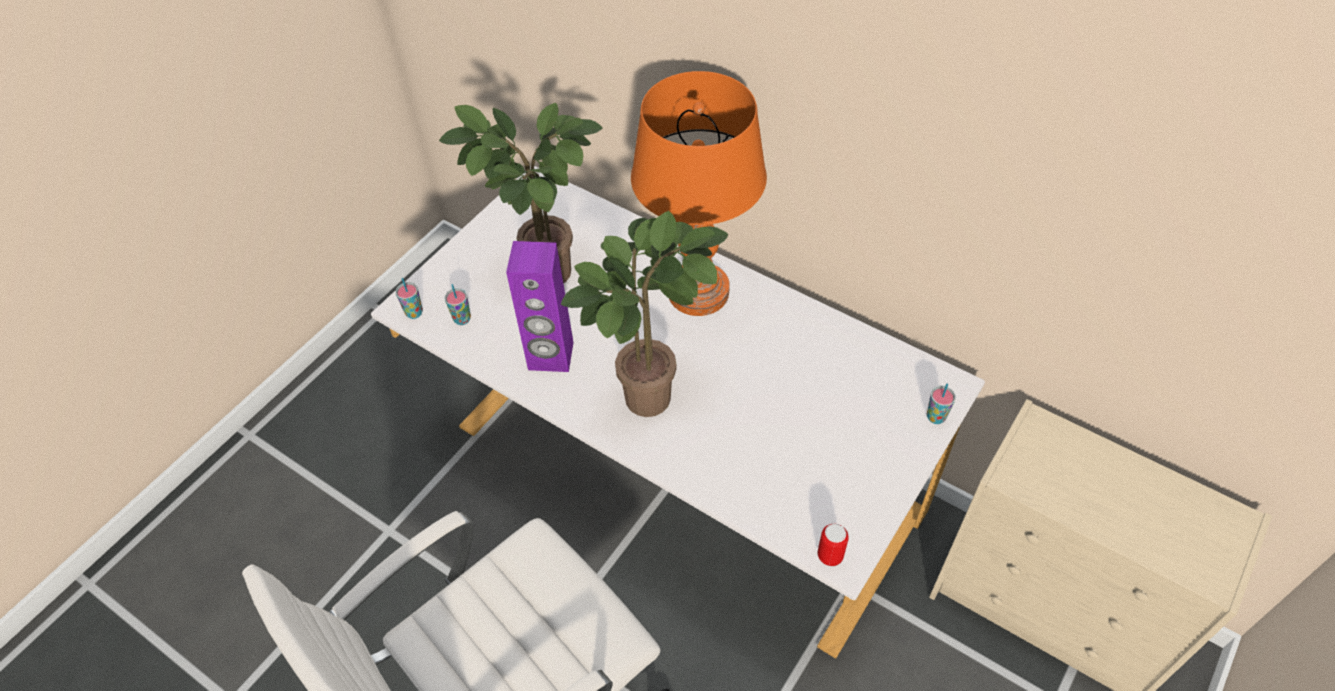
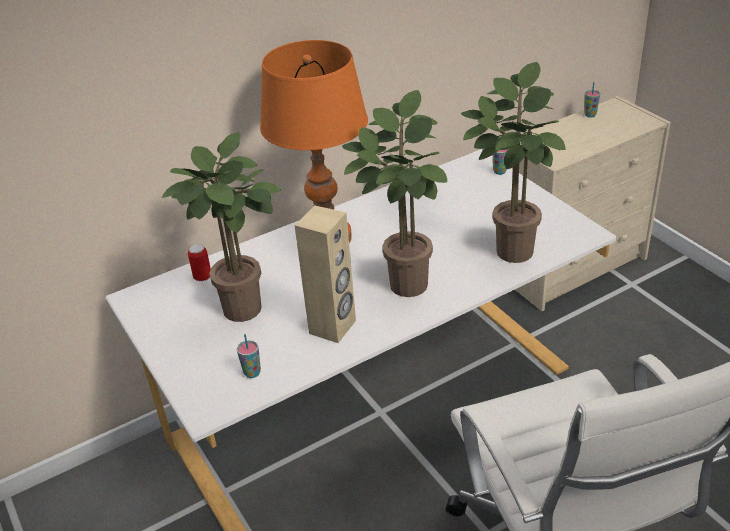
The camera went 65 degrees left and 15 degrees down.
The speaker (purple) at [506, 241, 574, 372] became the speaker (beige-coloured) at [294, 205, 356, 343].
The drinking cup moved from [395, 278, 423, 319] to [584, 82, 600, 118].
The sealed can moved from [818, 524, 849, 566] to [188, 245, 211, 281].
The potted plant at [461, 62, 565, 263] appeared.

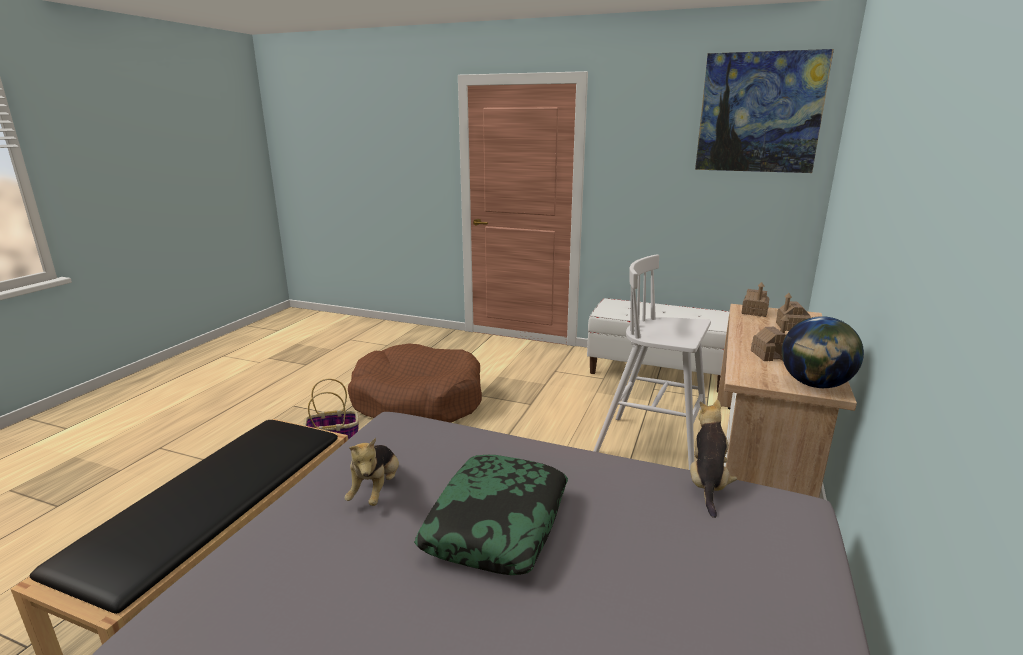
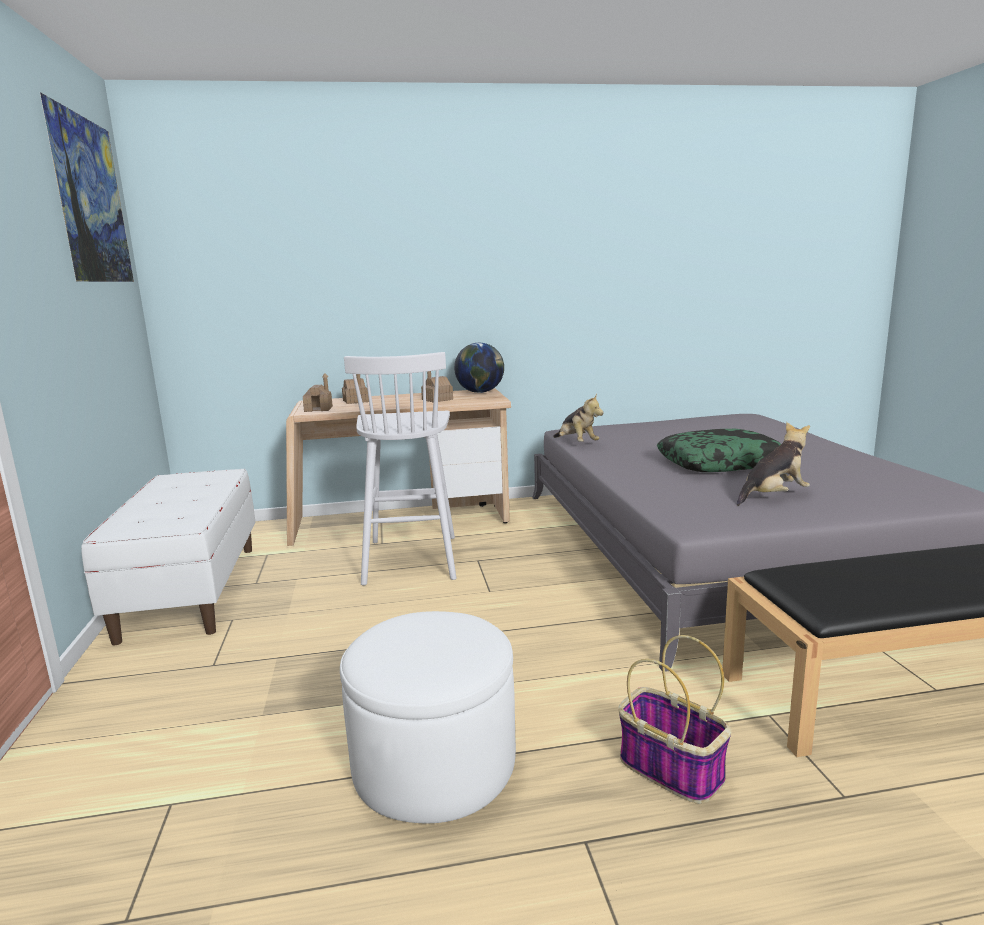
The camera went 120 degrees left and 5 degrees down.
The dog bed (brown-coloured) at [348, 344, 482, 423] was replaced by the ottoman (white-coloured) at [340, 611, 516, 823].
The plush toy at [690, 399, 737, 518] turned 105 degrees counterclockwise.

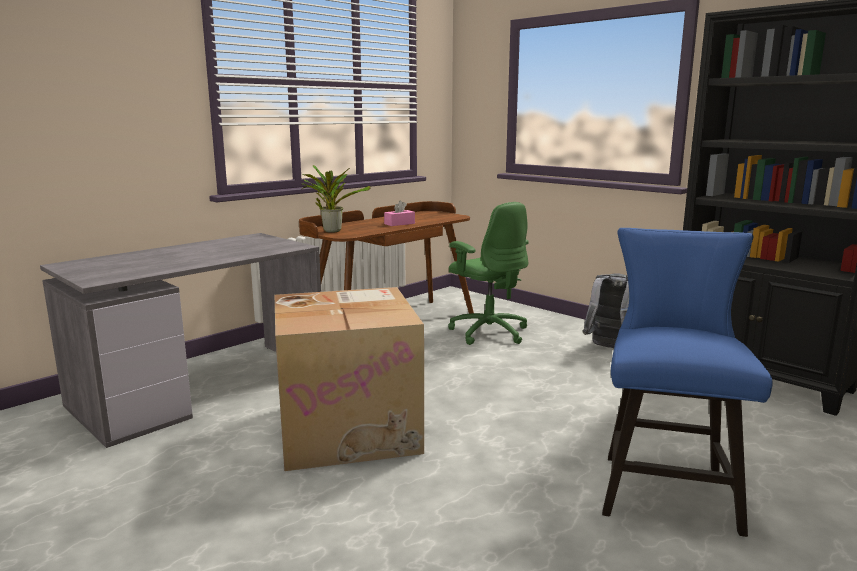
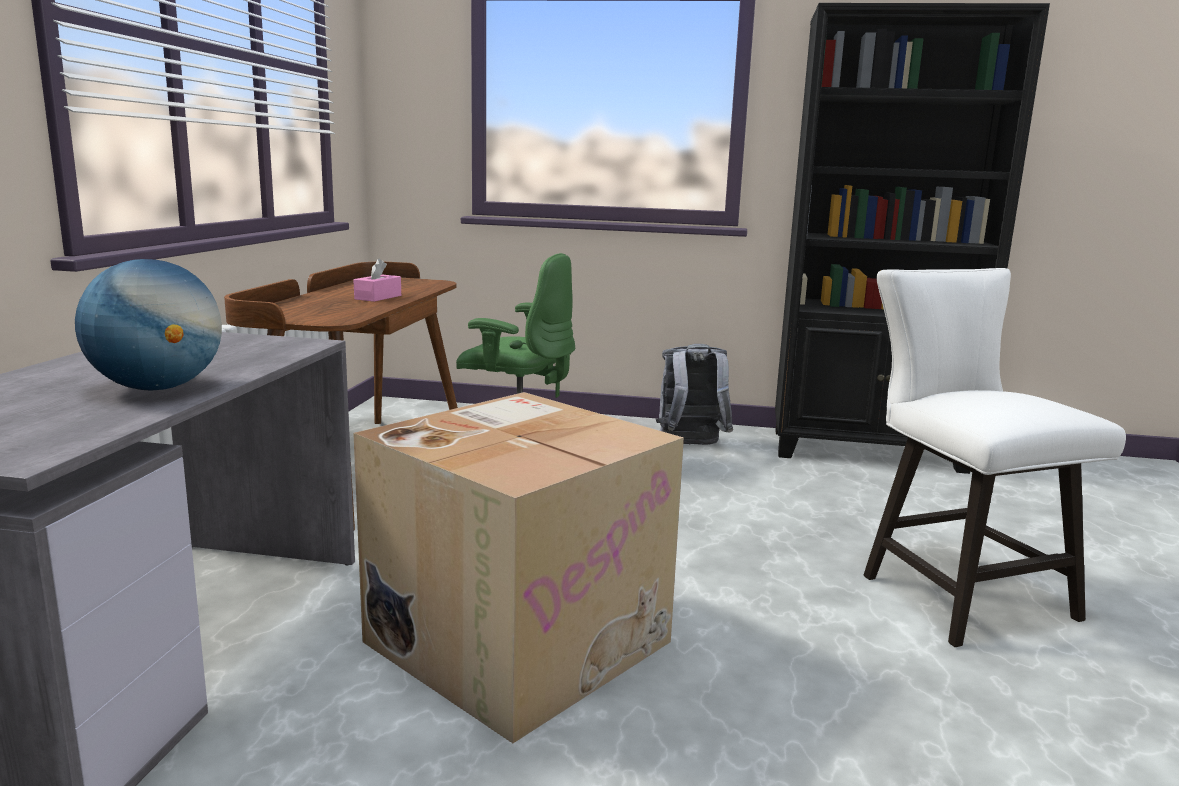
The camera went 35 degrees left and 0 degrees up.
The potted plant at [302, 165, 371, 233] disappeared.
The chair (blue-coloured) at [602, 228, 773, 537] became the chair (white-coloured) at [864, 268, 1126, 647].
The desk globe at [75, 259, 222, 391] appeared.

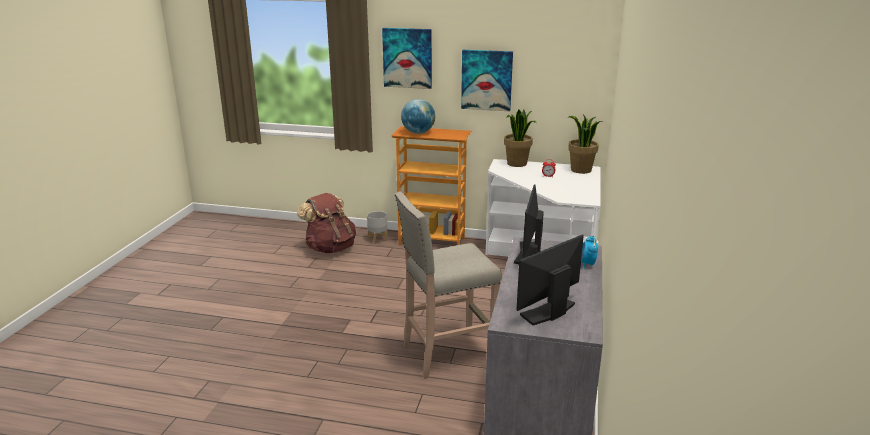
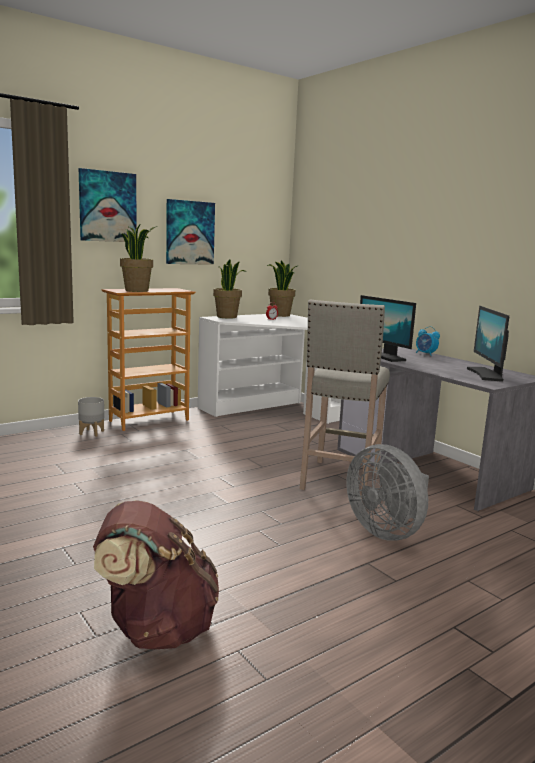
The camera went 50 degrees left and 10 degrees down.
The desk globe at [401, 99, 435, 134] was replaced by the potted plant at [120, 225, 157, 292].
The rucksack (brown-coloured) moved from [297, 193, 356, 253] to [93, 500, 219, 650].
The cooling fan (gray) at [346, 444, 429, 541] appeared.

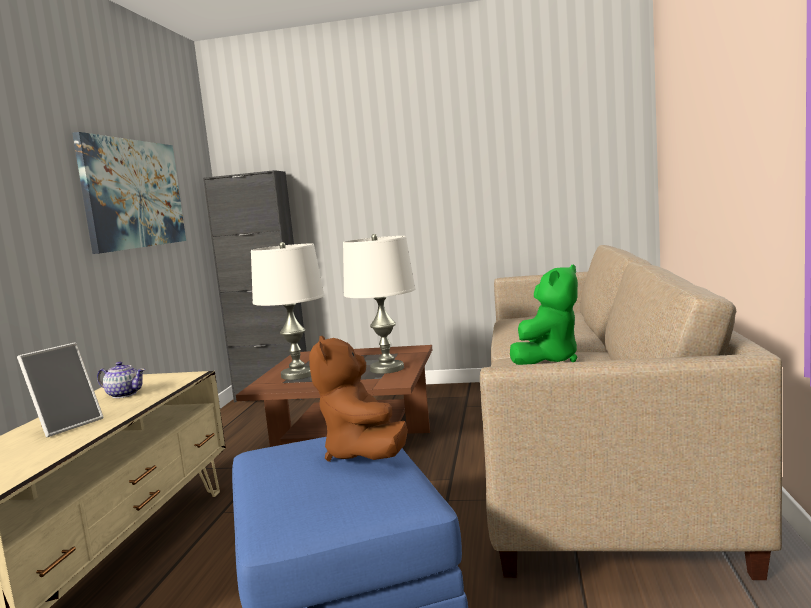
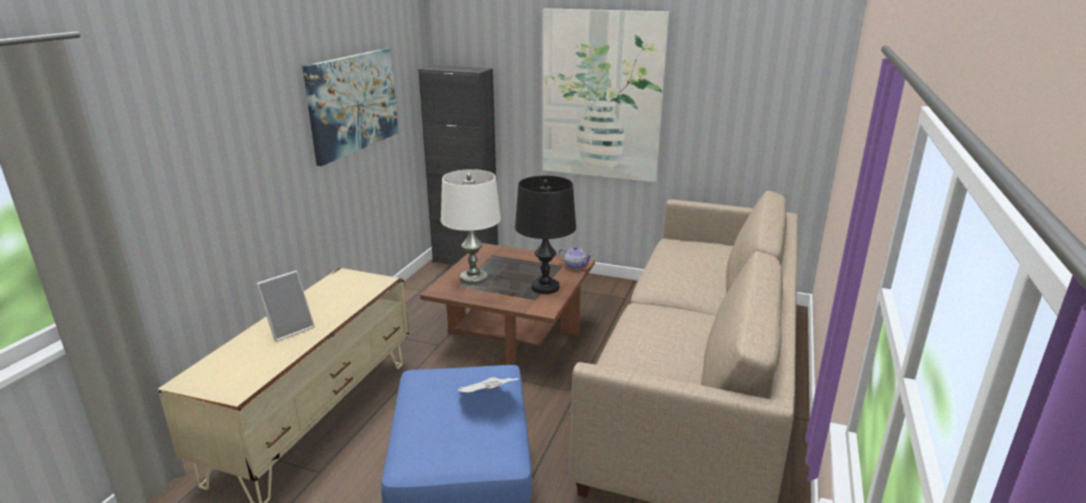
The camera went 10 degrees right and 15 degrees up.
The tabletop lamp (white-coloured) at [343, 234, 415, 374] became the tabletop lamp (black) at [515, 176, 576, 294].
The plush toy (green-coloured) at [510, 265, 578, 365] disappeared.
The plush toy (brown-coloured) at [309, 336, 408, 462] was replaced by the daily paper at [458, 377, 519, 392].
The tea pot moved from [97, 362, 145, 398] to [559, 247, 592, 270].
The wall picture at [543, 8, 670, 182] appeared.

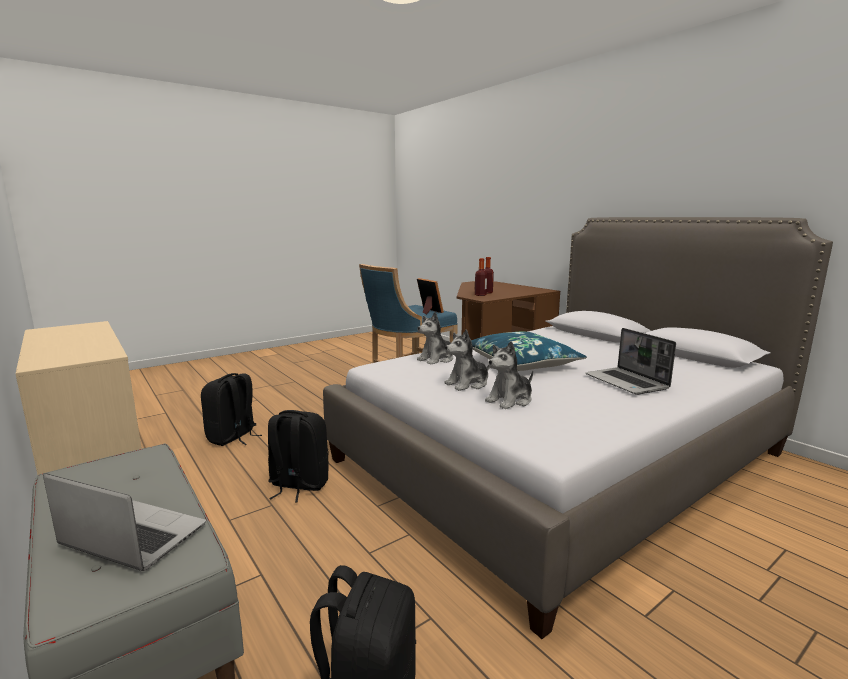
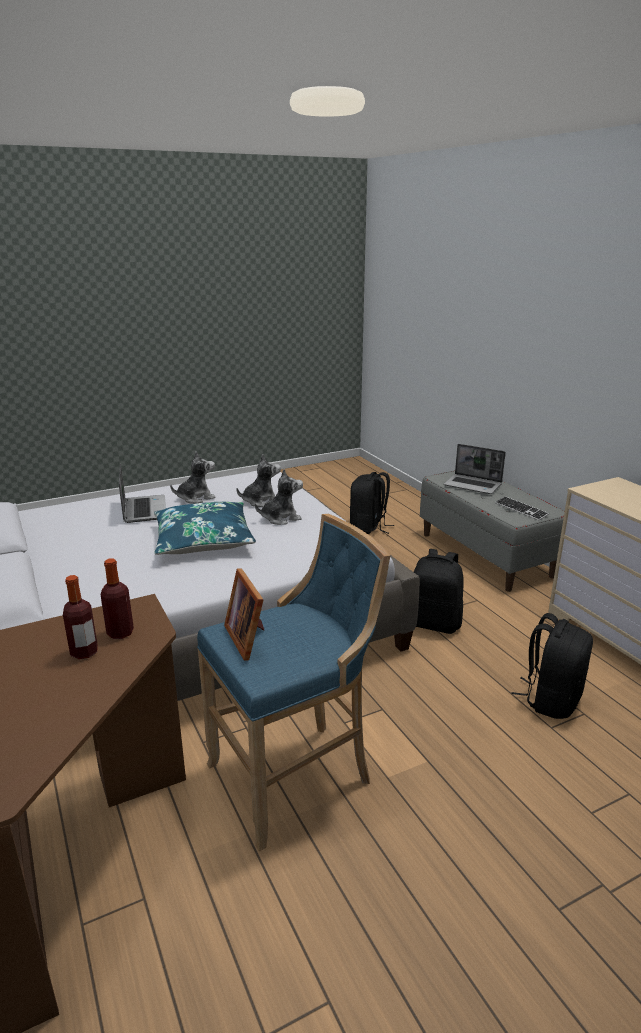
The camera went 170 degrees left and 10 degrees up.
The plush toy moved from [417, 312, 453, 364] to [170, 451, 216, 504].
The PC keyboard at [495, 496, 549, 521] appeared.

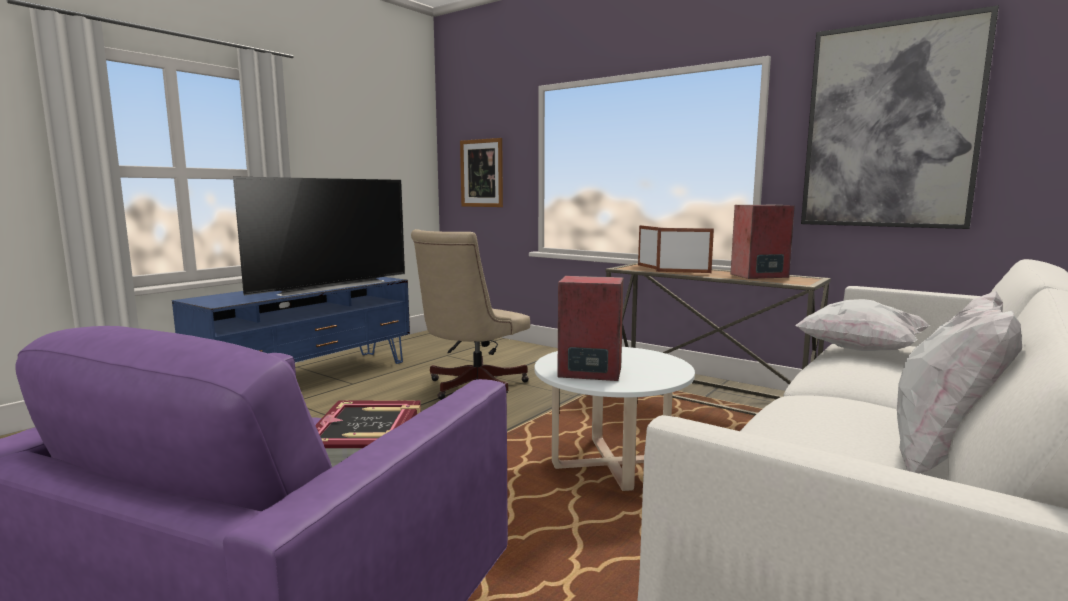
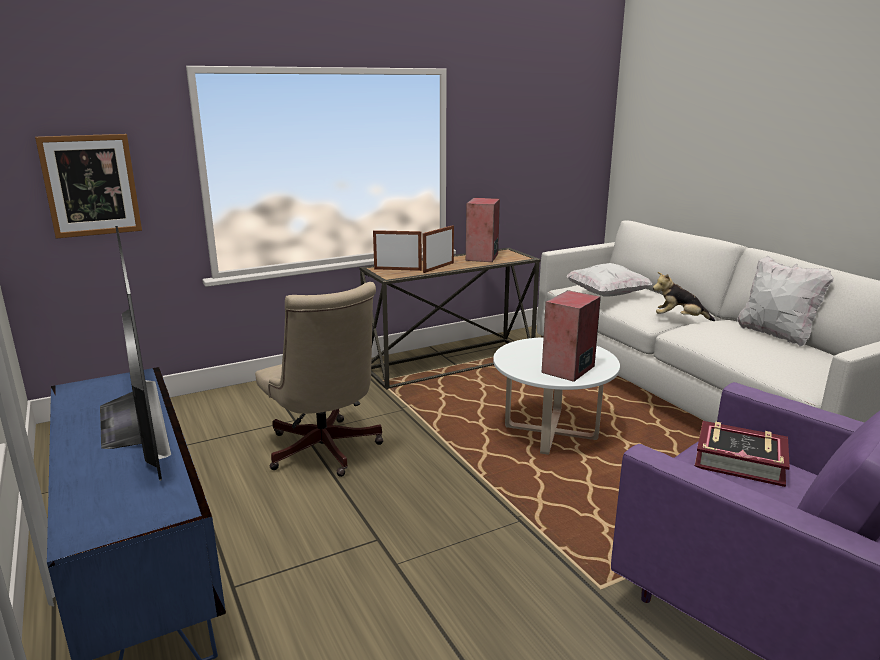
The camera went 65 degrees left and 10 degrees up.
The wall picture at [801, 5, 999, 229] disappeared.
The plush toy at [653, 272, 715, 321] appeared.

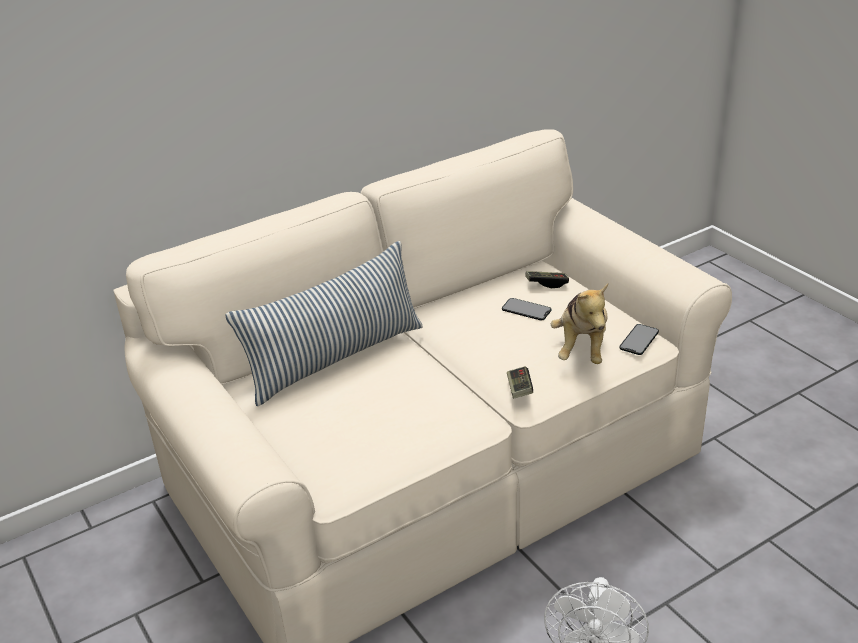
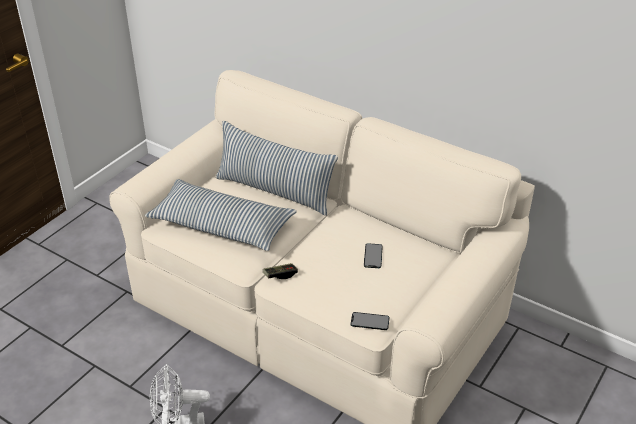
The camera went 65 degrees right and 5 degrees up.
The game controller at [525, 271, 569, 288] disappeared.
The plush toy at [551, 284, 608, 364] disappeared.
The pillow at [145, 179, 297, 251] appeared.

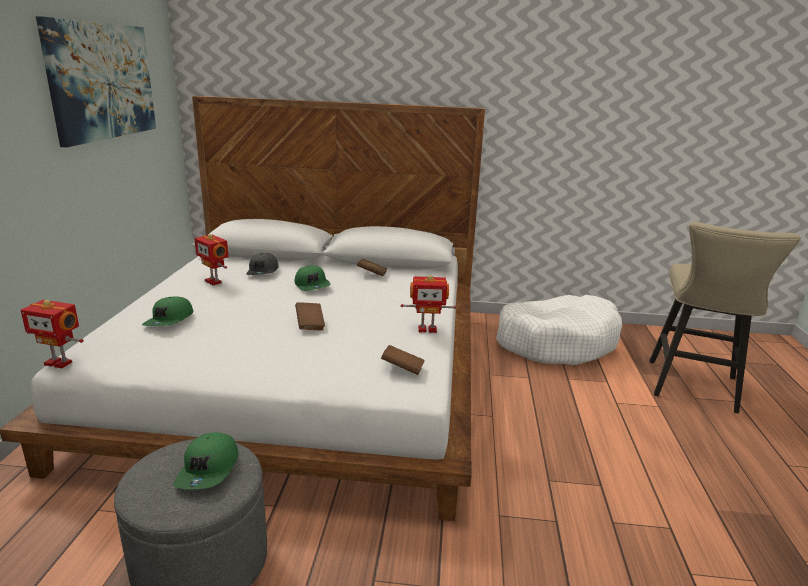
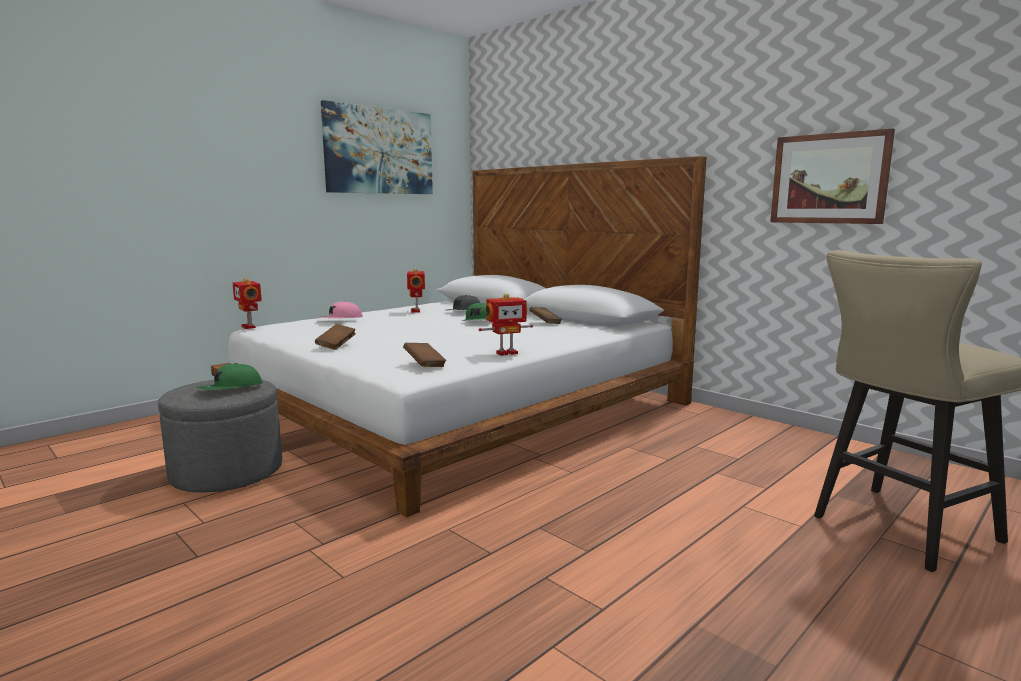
The camera went 40 degrees right and 10 degrees down.
The toy robot at [401, 275, 457, 333] turned 60 degrees counterclockwise.
The dog bed (white-coloured) at [496, 295, 622, 365] disappeared.
The peaked cap (green-coloured) at [142, 296, 193, 326] became the peaked cap (pinkish) at [320, 301, 363, 318].
The volume (brown-coloured) moved from [295, 302, 325, 330] to [315, 324, 355, 350].
The wall picture at [770, 128, 895, 224] appeared.

